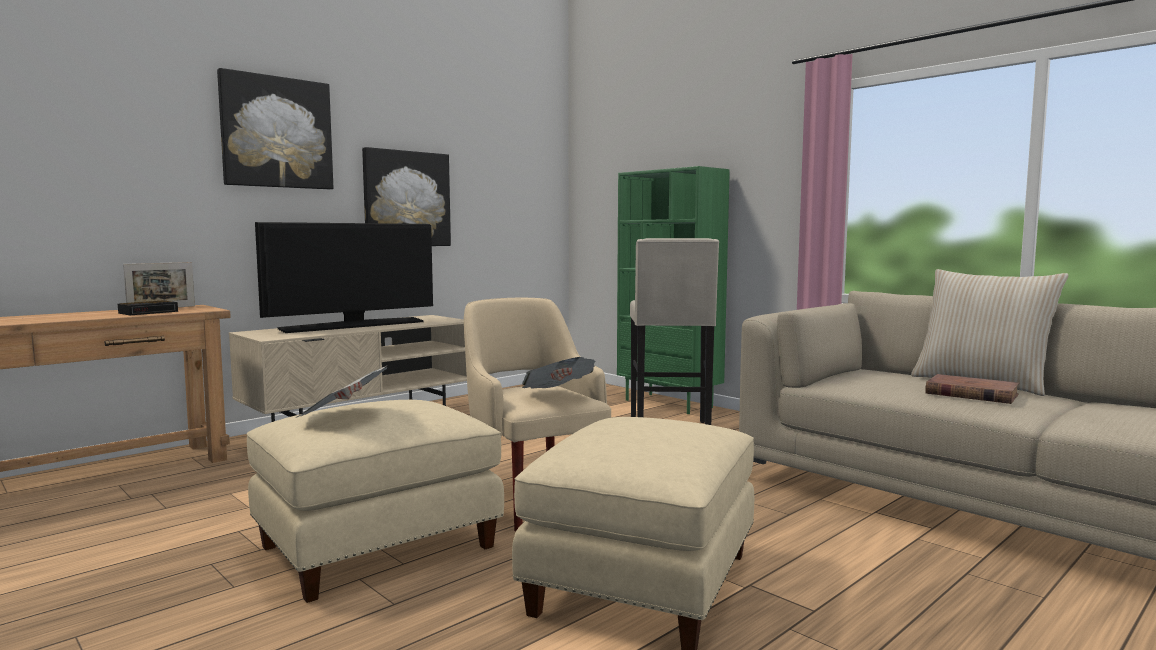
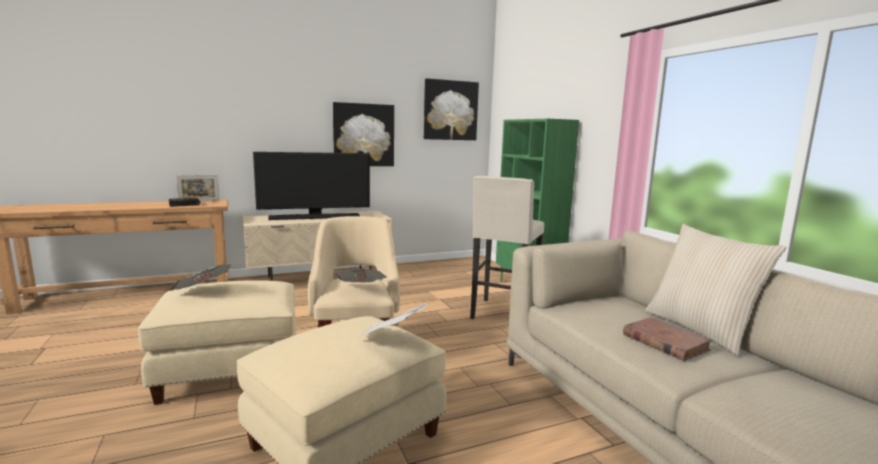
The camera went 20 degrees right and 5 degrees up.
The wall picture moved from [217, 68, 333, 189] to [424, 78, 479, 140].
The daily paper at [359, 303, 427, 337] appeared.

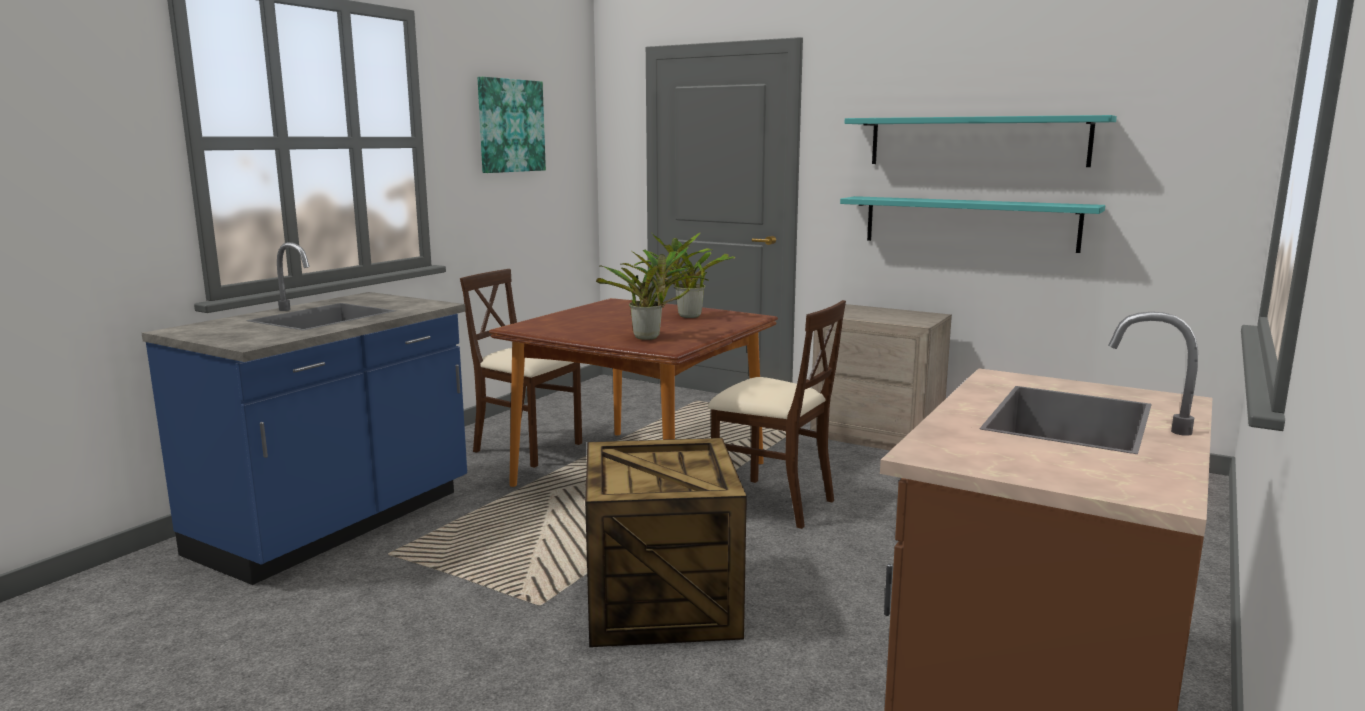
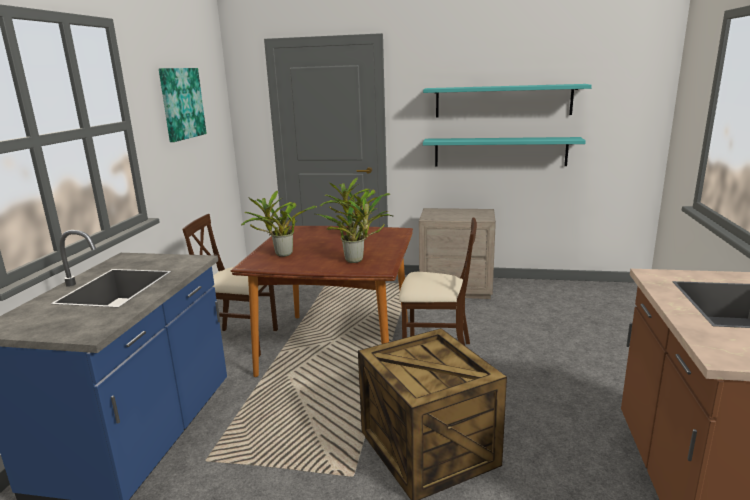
The camera went 20 degrees left and 5 degrees up.
The potted plant at [241, 191, 317, 257] appeared.

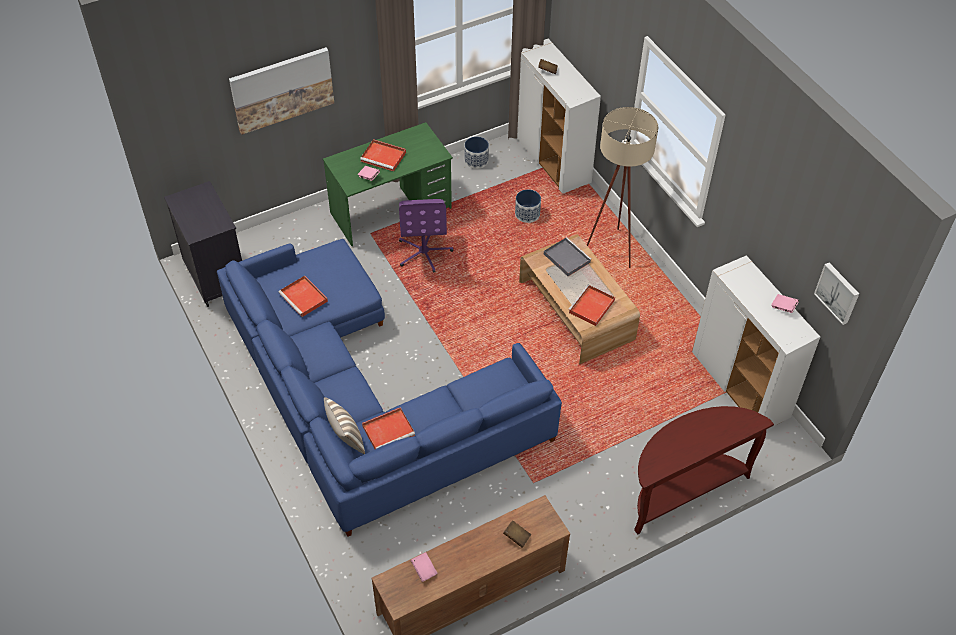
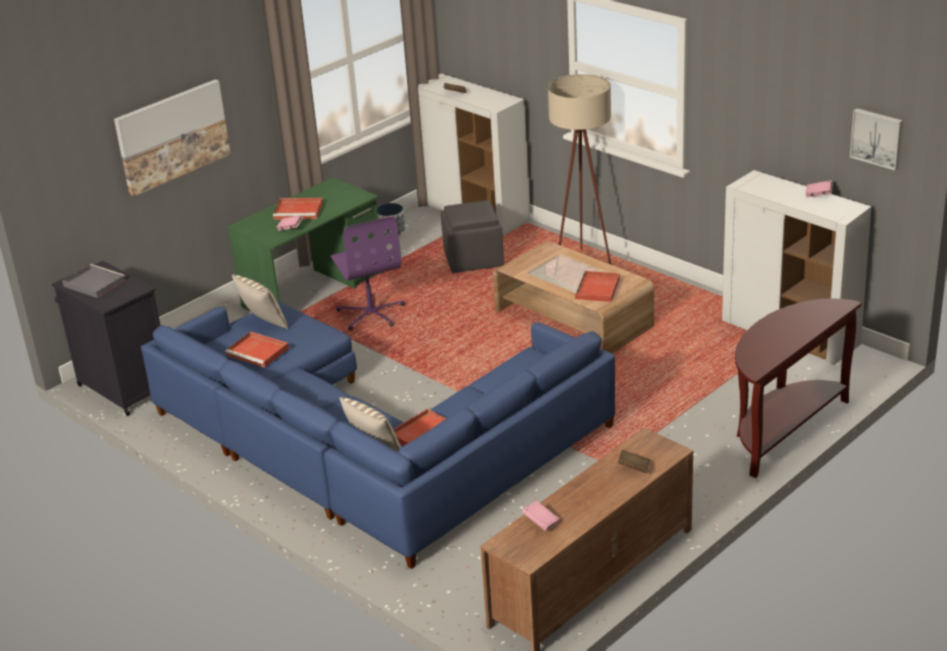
The camera went 15 degrees left and 20 degrees down.
The plant pot at [515, 189, 541, 223] was replaced by the ottoman (gray) at [441, 200, 504, 273].
The carrying tray (gray) moved from [544, 237, 592, 276] to [62, 264, 126, 298].
The pillow at [232, 274, 289, 329] appeared.

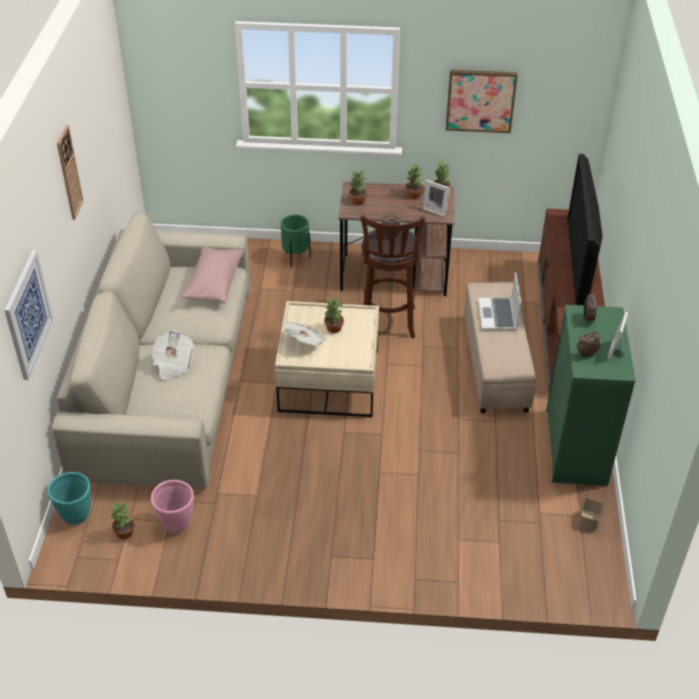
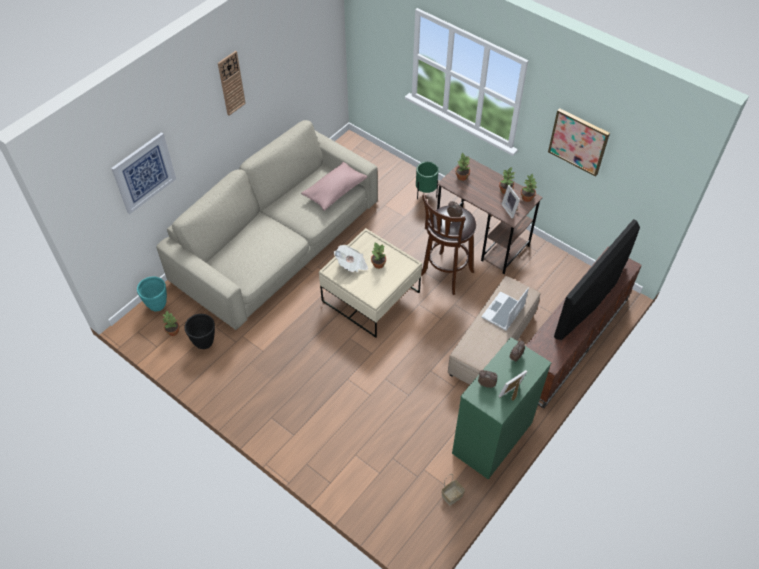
The camera went 35 degrees right and 10 degrees up.
The daily paper at [151, 330, 194, 380] disappeared.
The plant pot (pinkish) at [151, 480, 194, 533] became the plant pot (black) at [185, 314, 215, 349].

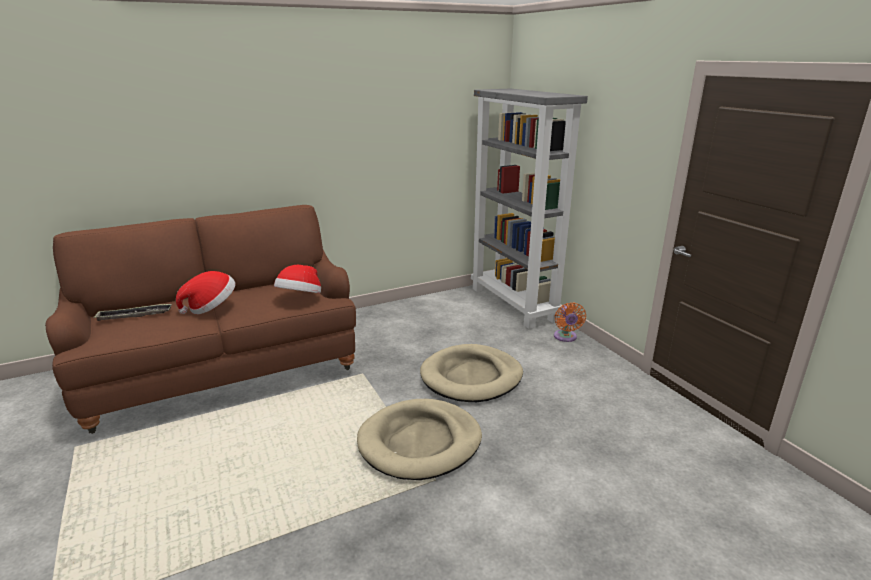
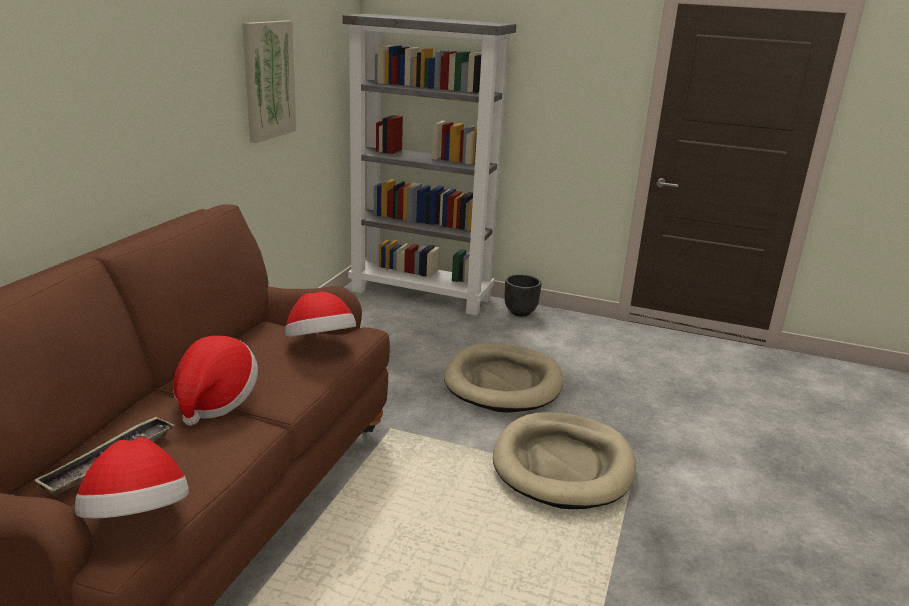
The camera went 45 degrees left and 0 degrees up.
The cooling fan (orangey) at [554, 302, 586, 342] was replaced by the plant pot (black) at [505, 274, 541, 317].
The wall picture at [242, 20, 296, 143] appeared.
The clothing hat at [75, 437, 189, 519] appeared.

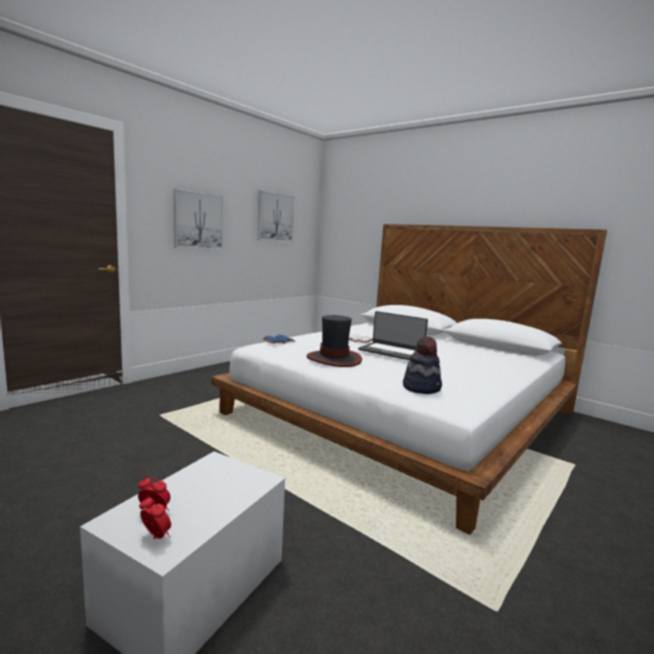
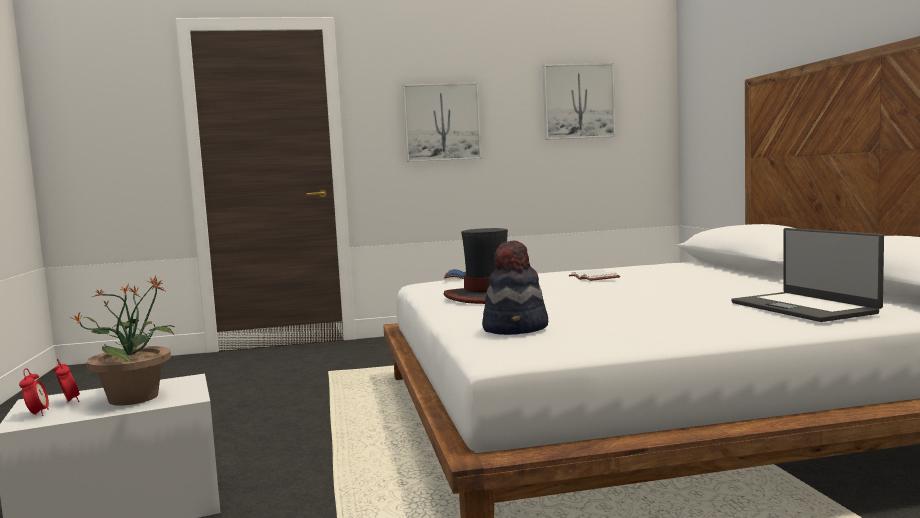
The camera went 40 degrees right and 5 degrees down.
The laptop moved from [358, 311, 428, 360] to [731, 228, 884, 322].
The potted plant at [72, 276, 176, 406] appeared.

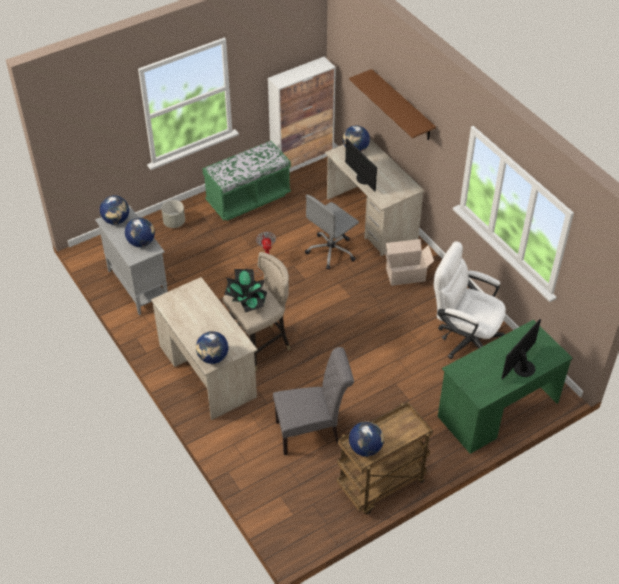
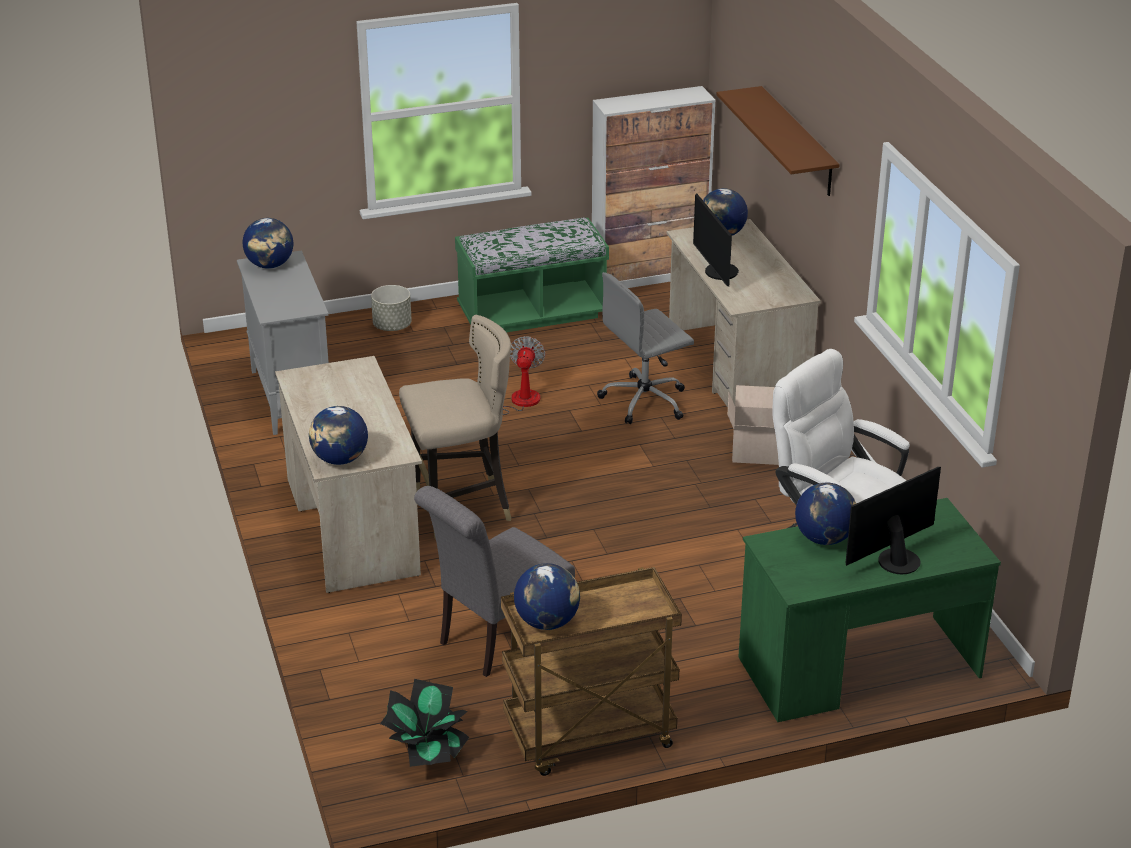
The camera went 15 degrees right and 15 degrees down.
The desk globe moved from [125, 217, 155, 247] to [795, 482, 856, 545].
The potted plant moved from [224, 269, 267, 313] to [380, 679, 469, 767].
The chair (gray) at [273, 347, 354, 455] turned 135 degrees clockwise.

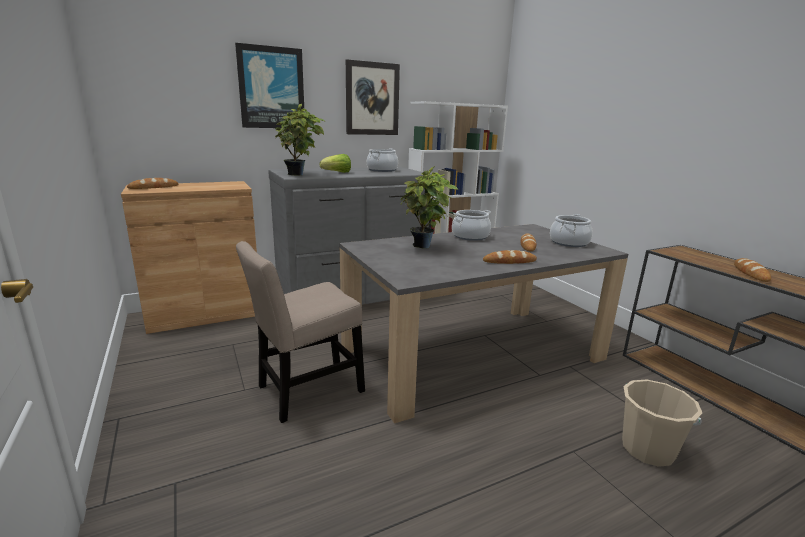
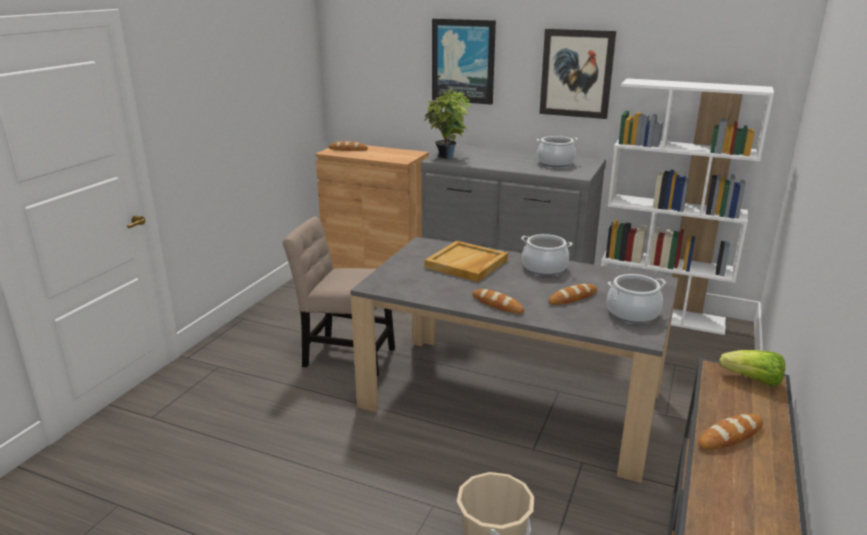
The camera went 50 degrees right and 5 degrees up.
The head of lettuce moved from [320, 154, 351, 173] to [719, 350, 785, 386].
The potted plant at [400, 166, 458, 249] was replaced by the carrying tray (beige-coloured) at [425, 241, 508, 282].

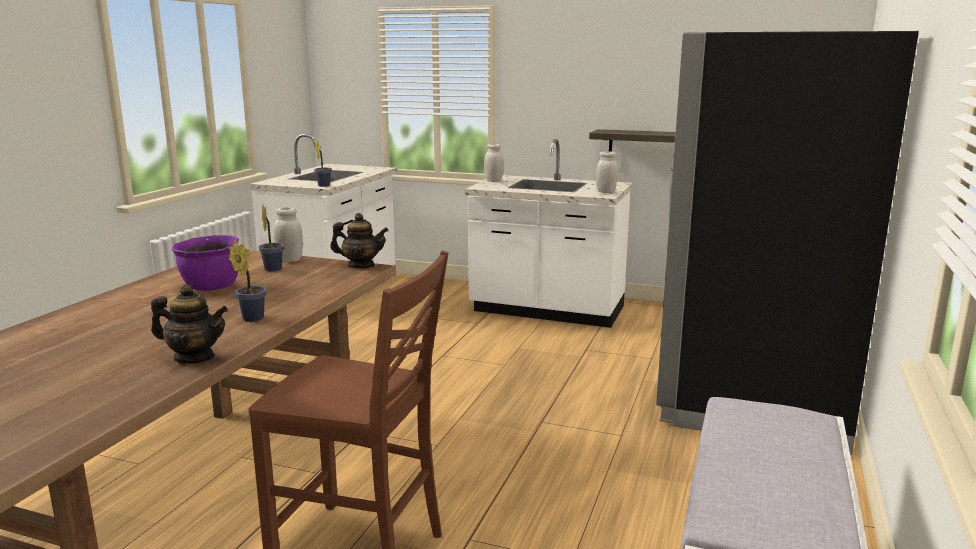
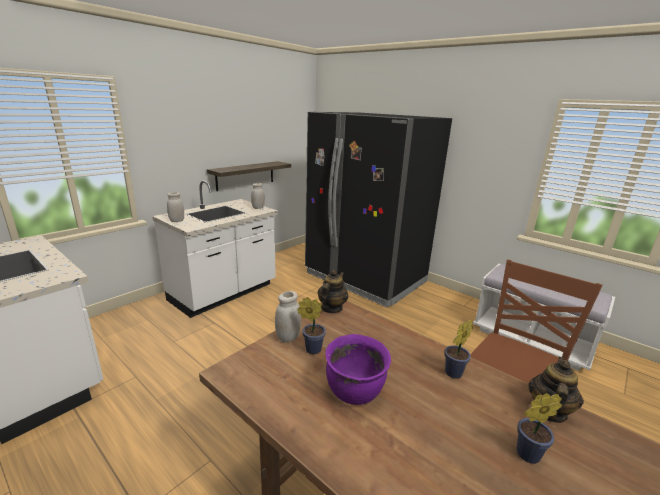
The camera went 70 degrees left and 5 degrees up.
The potted plant moved from [314, 139, 332, 187] to [516, 393, 562, 464].

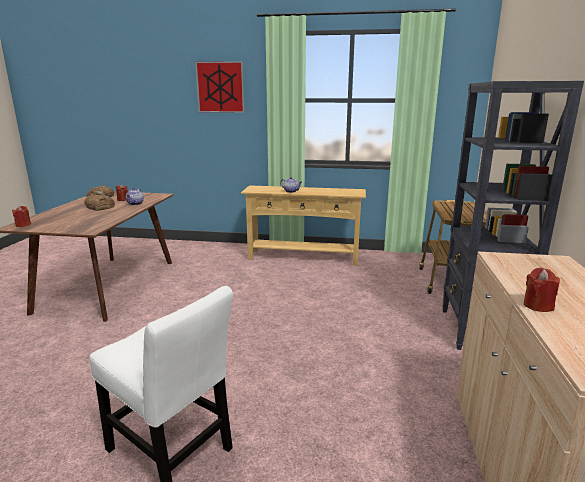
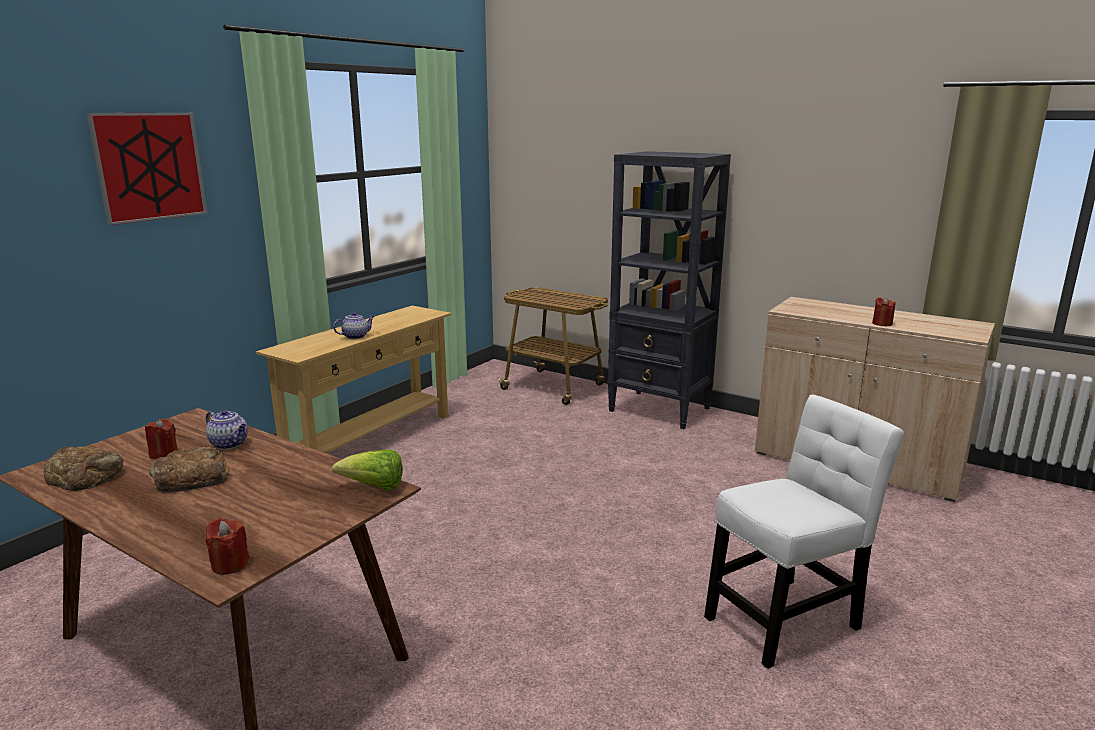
The camera went 65 degrees left and 0 degrees up.
The head of lettuce at [332, 449, 403, 490] appeared.

